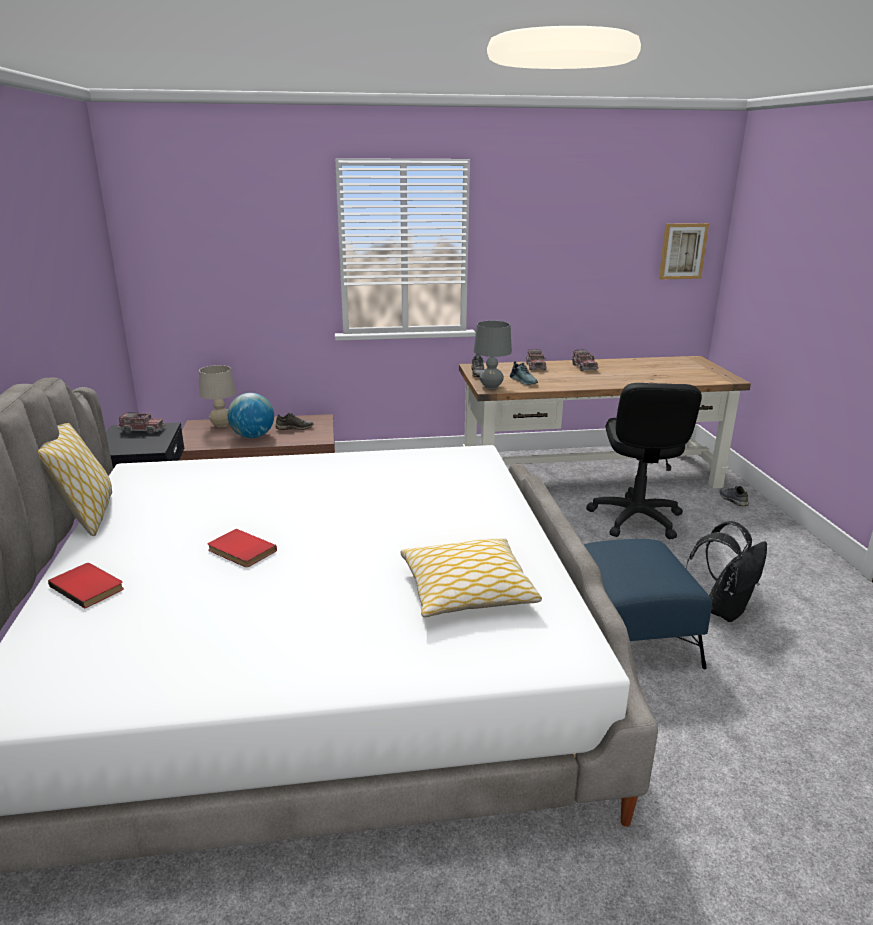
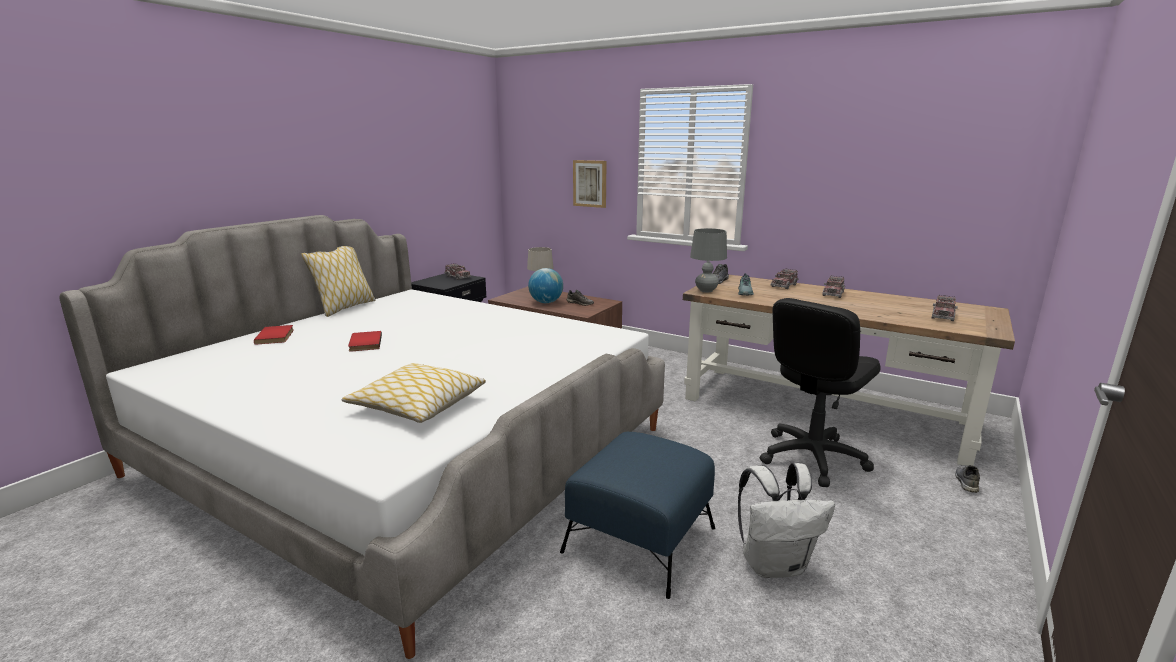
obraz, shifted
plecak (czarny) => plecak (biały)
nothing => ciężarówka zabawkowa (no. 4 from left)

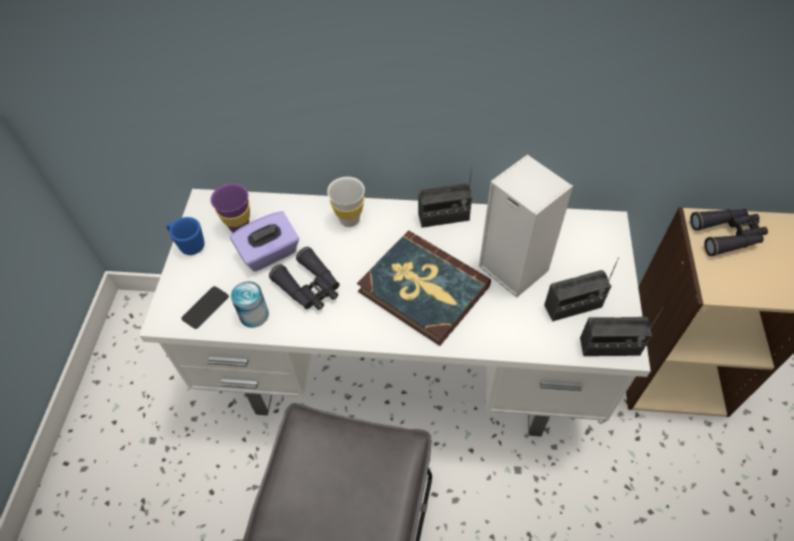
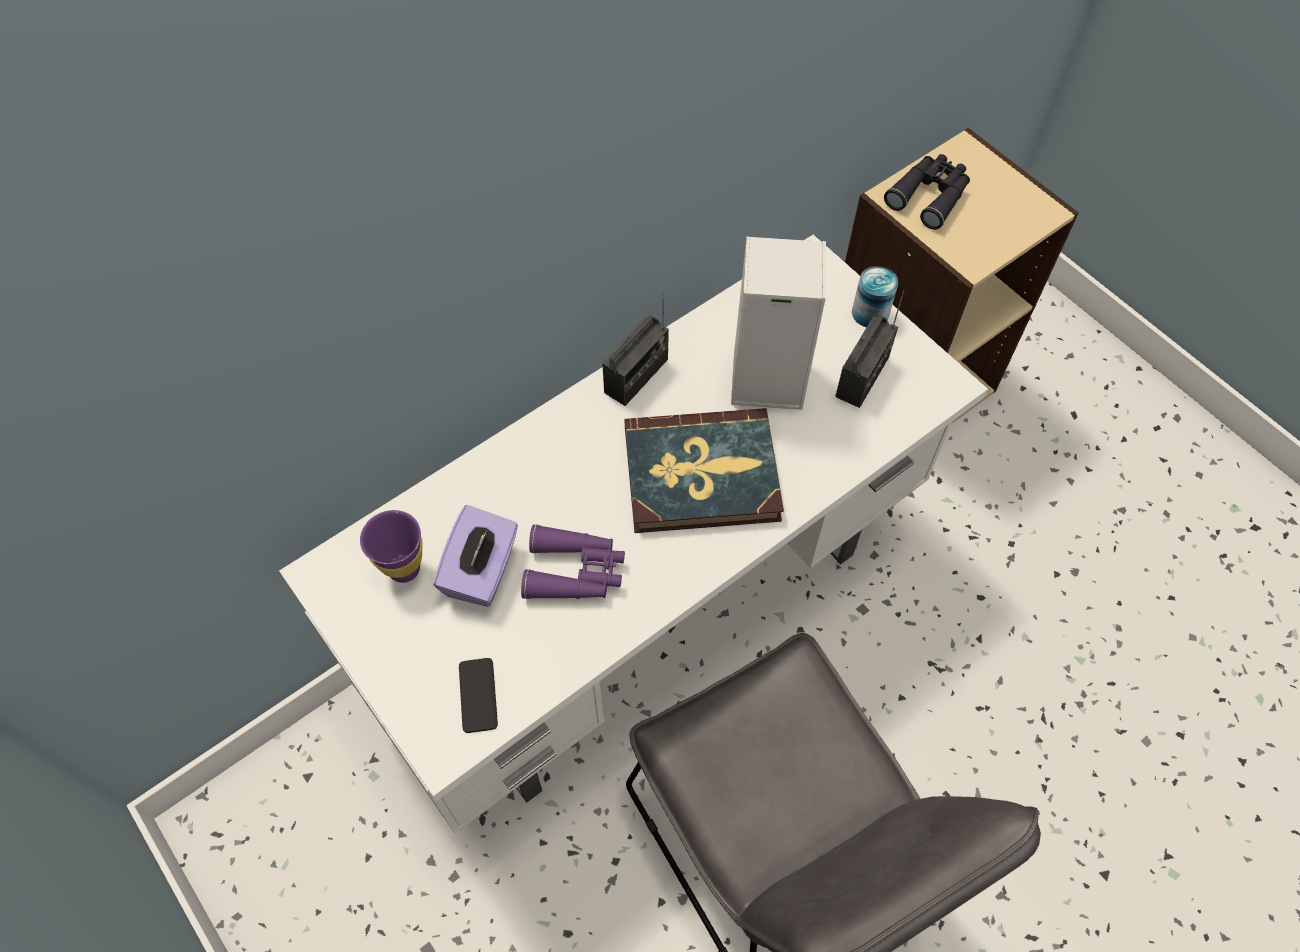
kubek (niebieski) => nothing
puszka, shifted
lornetka (czarny) (no. 1 from left) => lornetka (fioletowy)
filiżanka (biały) => nothing
radio (no. 3 from left) => nothing

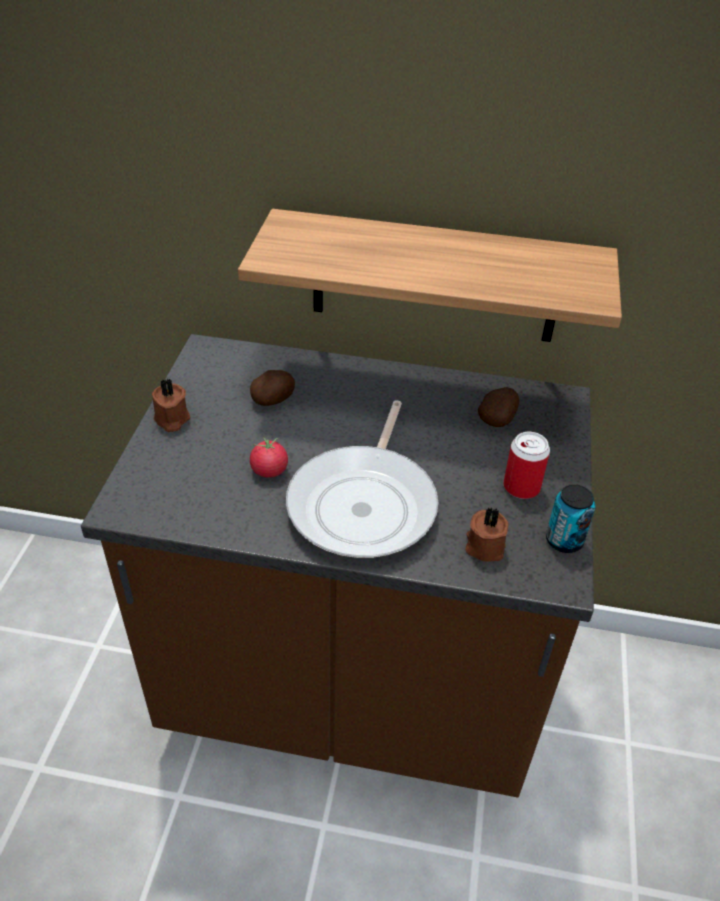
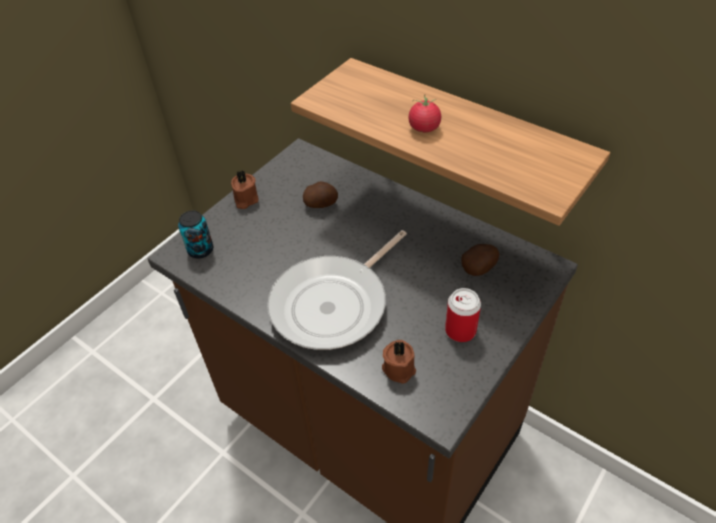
pomidor, shifted
puszka (no. 2 from left in the first image) => puszka (no. 1 from left), shifted

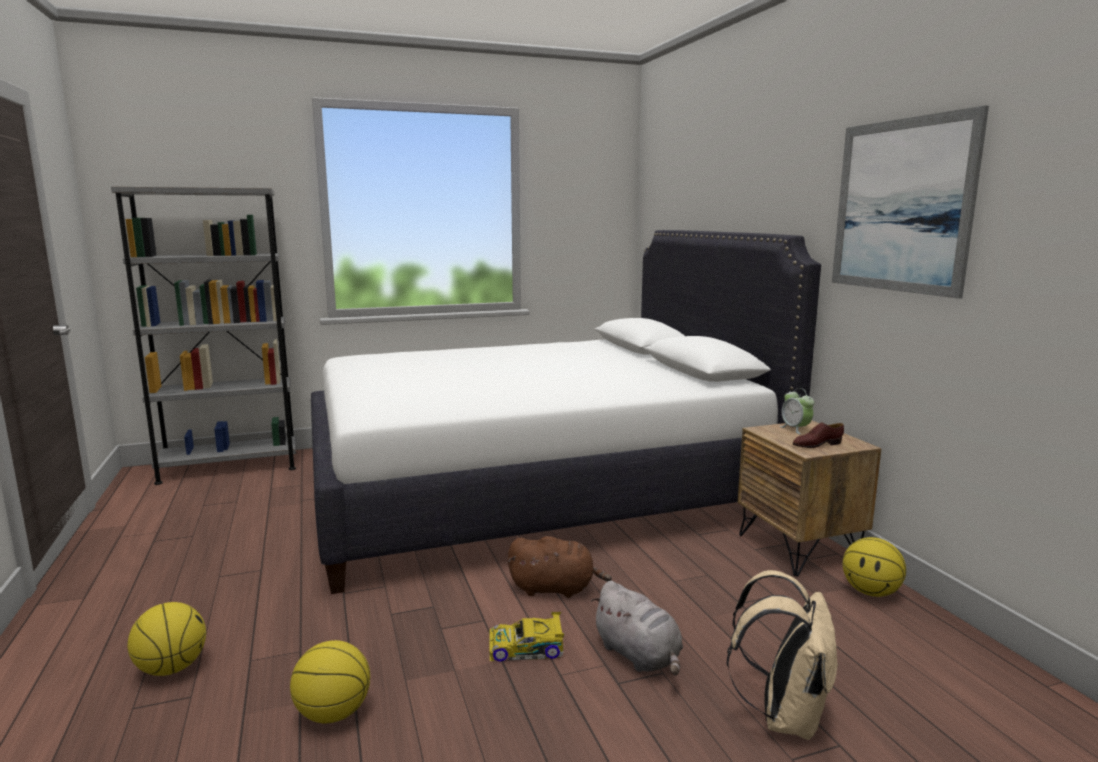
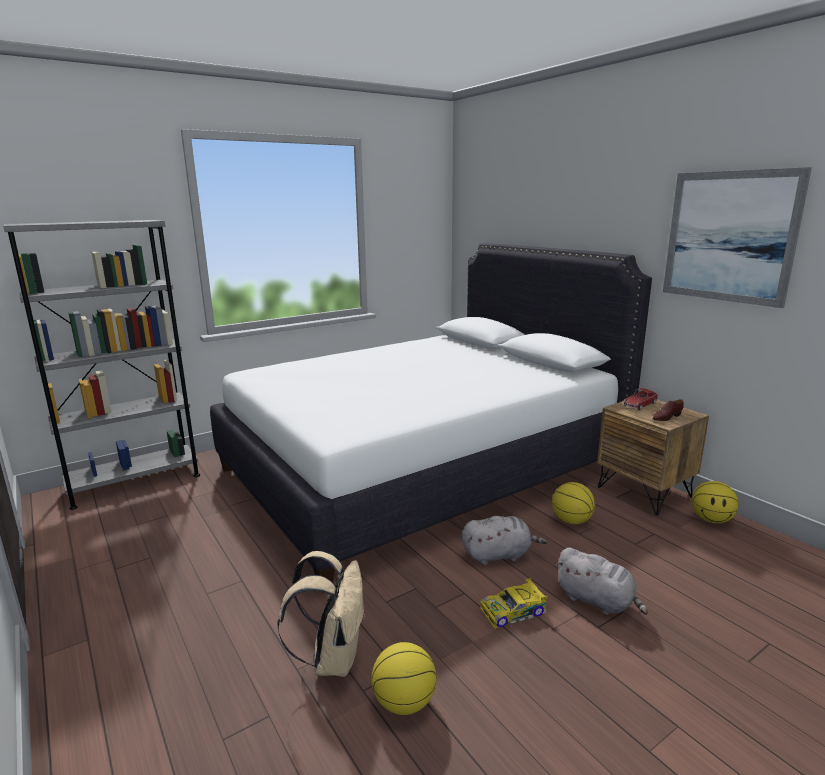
piłka do koszykówki (no. 1 from left in the first image) => piłka do koszykówki (no. 2 from left), shifted
pluszak (brązowy) => pluszak (szary) (no. 1 from left)
plecak (beżowy), shifted
budzik => samochodzik (no. 2 from left)

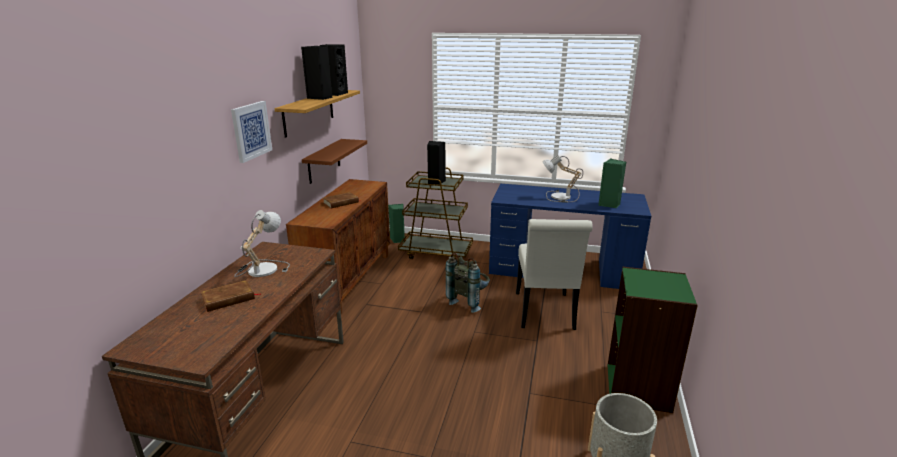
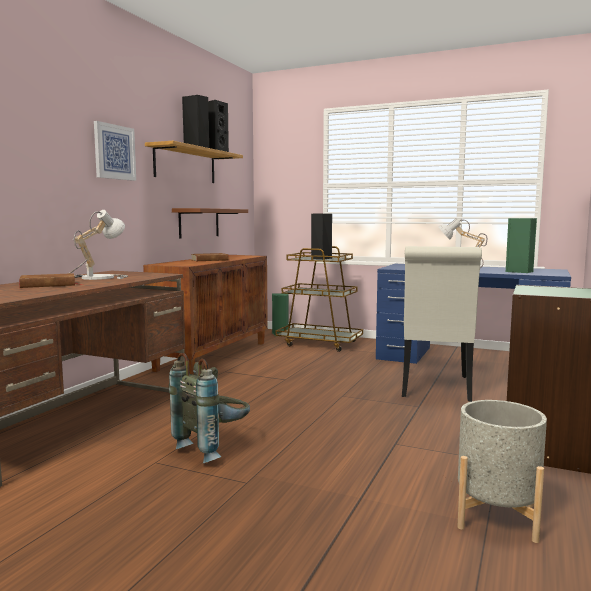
plecak (szary), shifted

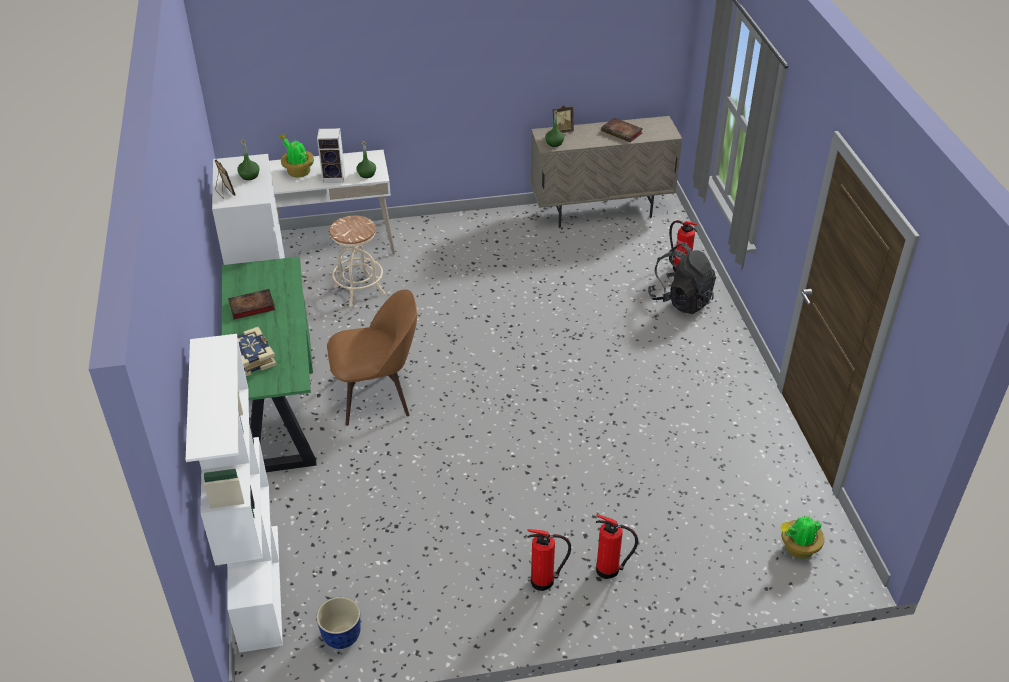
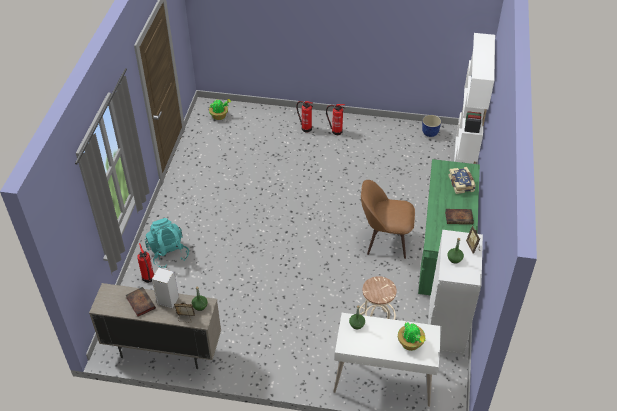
głośnik, shifted
plecak (czarny) => plecak (turkusowy)

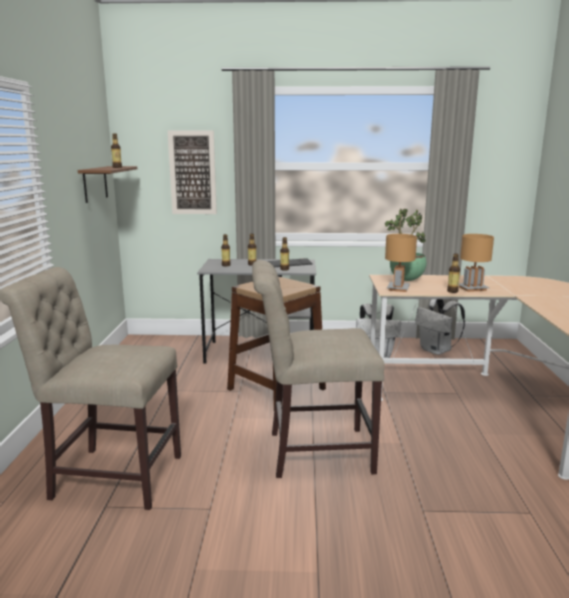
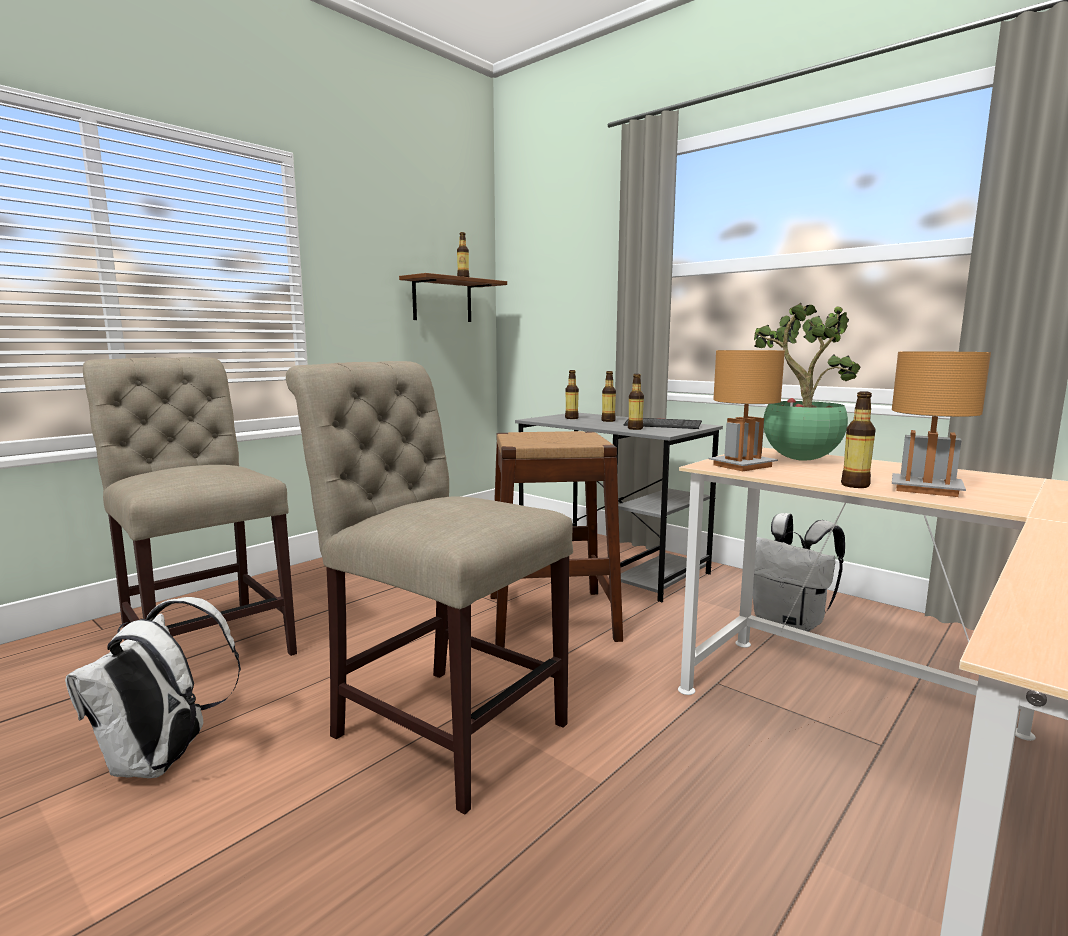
obraz => nothing
plecak (biały) (no. 2 from left in the first image) => plecak (biały) (no. 1 from left), shifted

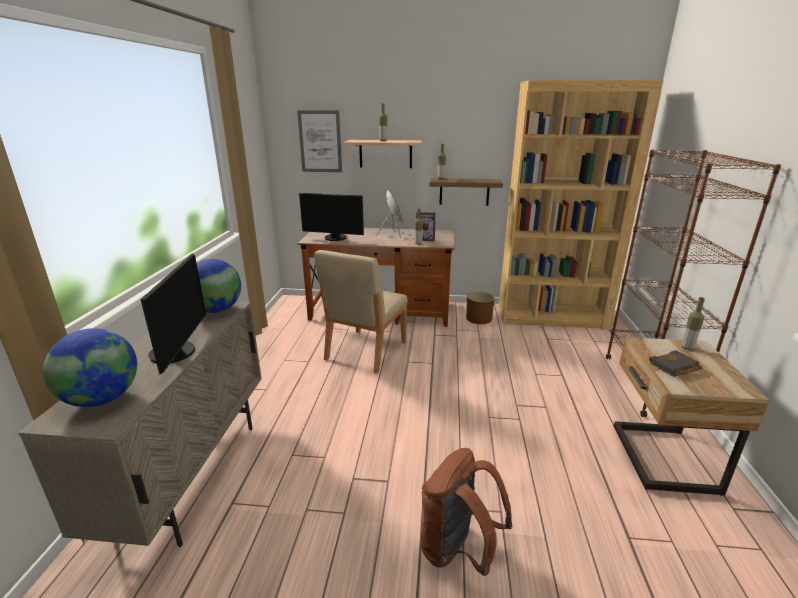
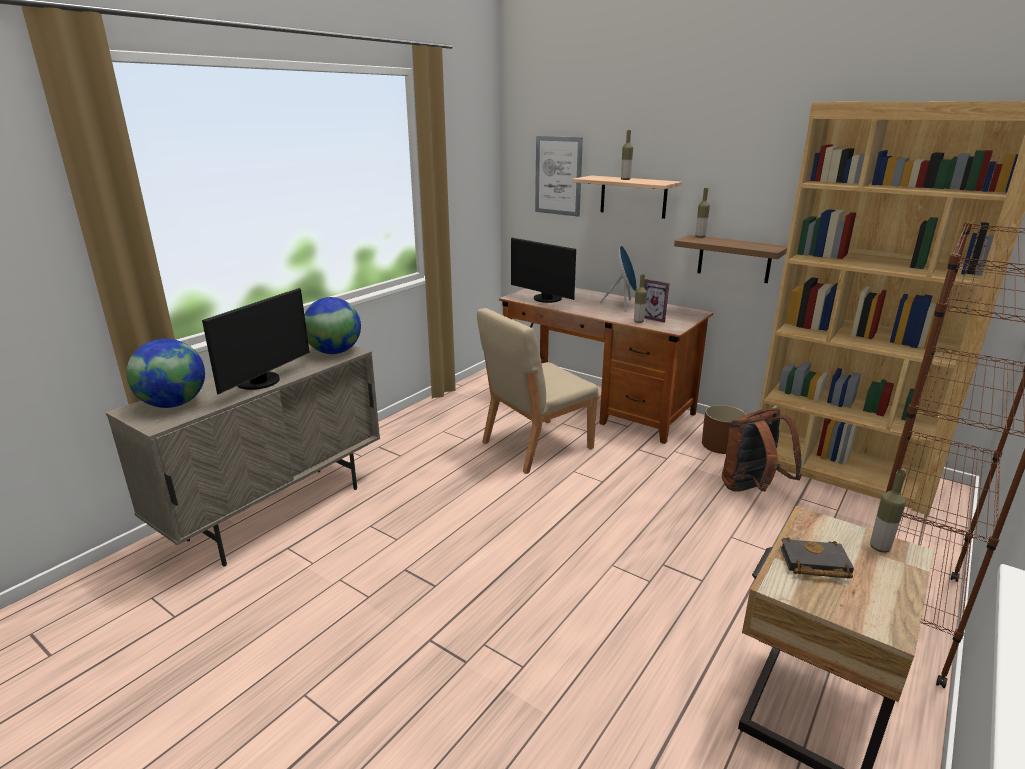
plecak (brązowy), shifted

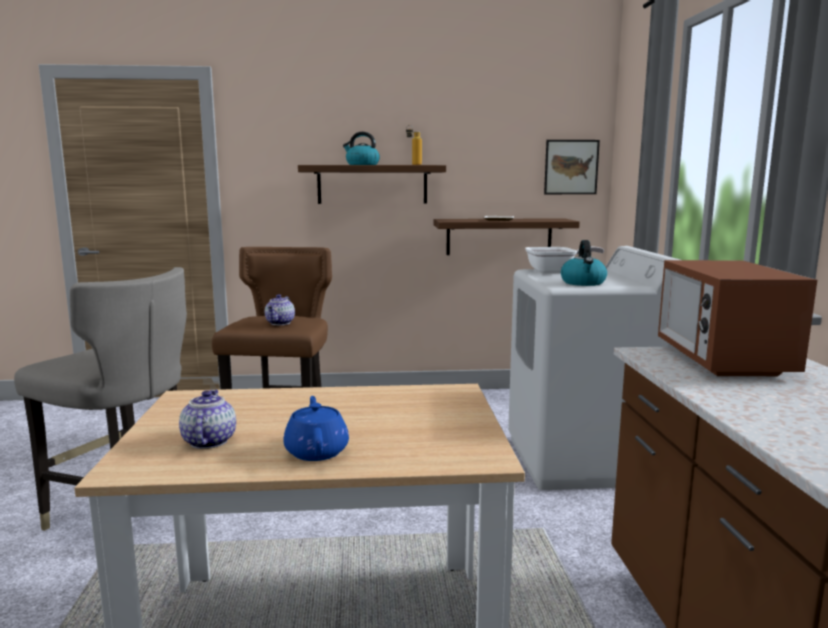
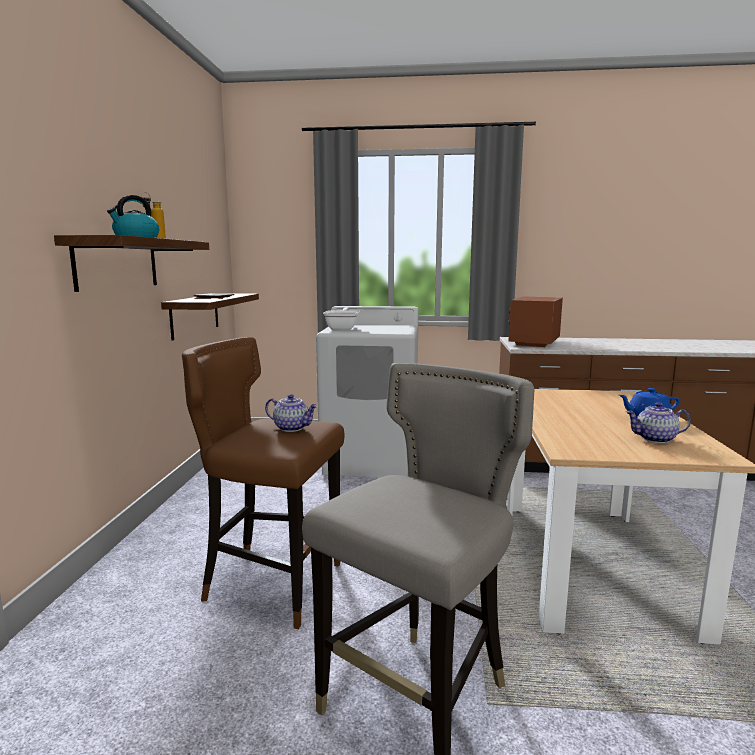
obraz => nothing
czajnik (no. 2 from left) => nothing
mikrofalówka, 105 degrees clockwise

